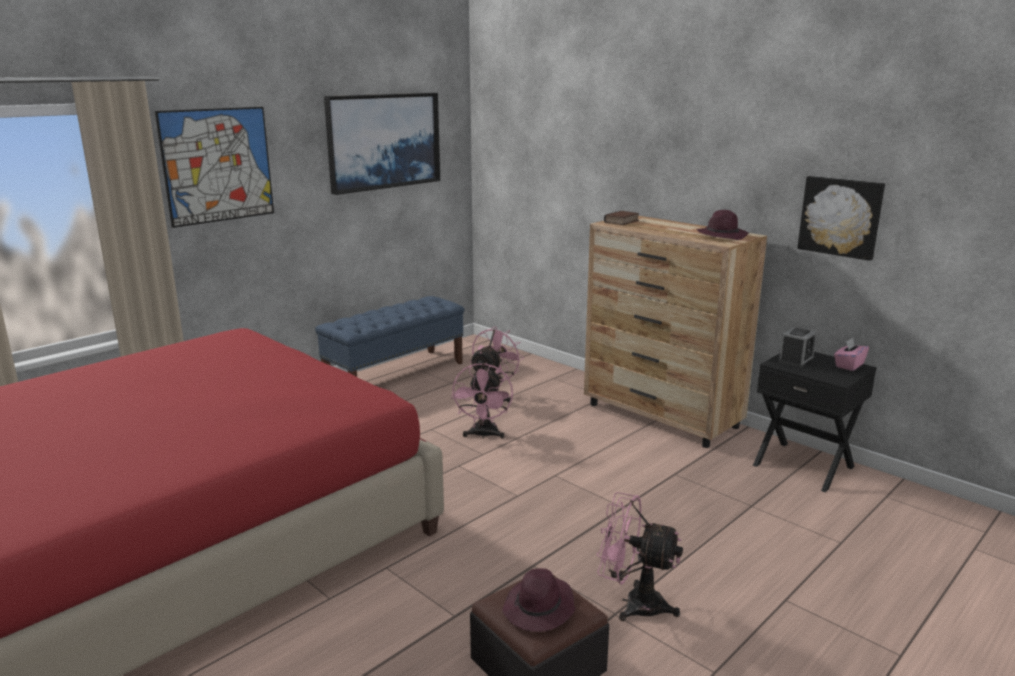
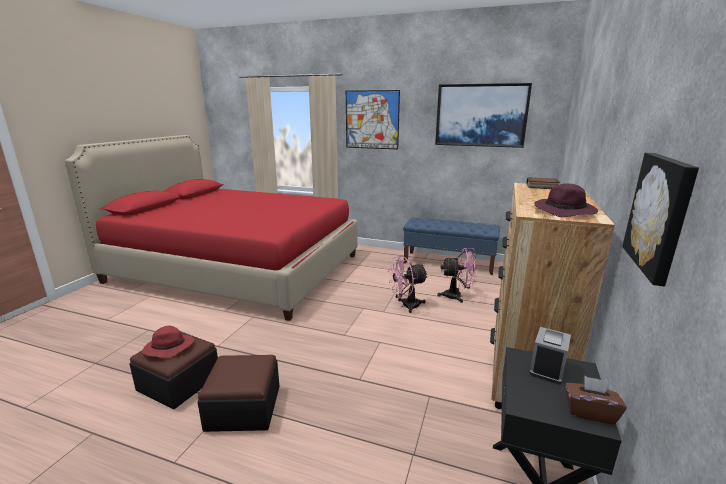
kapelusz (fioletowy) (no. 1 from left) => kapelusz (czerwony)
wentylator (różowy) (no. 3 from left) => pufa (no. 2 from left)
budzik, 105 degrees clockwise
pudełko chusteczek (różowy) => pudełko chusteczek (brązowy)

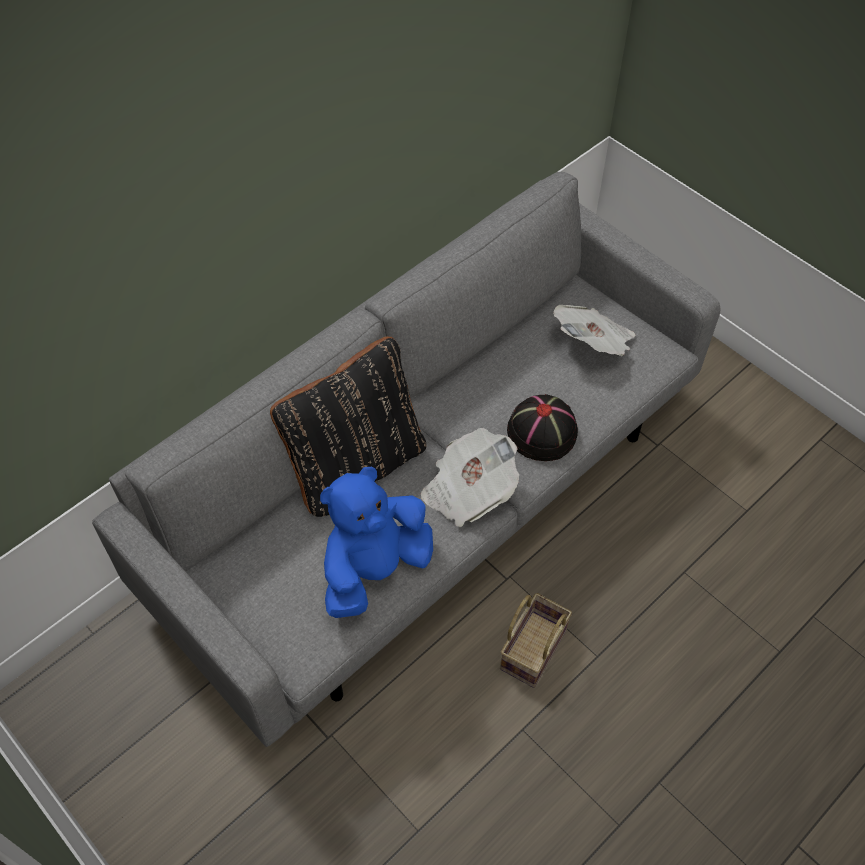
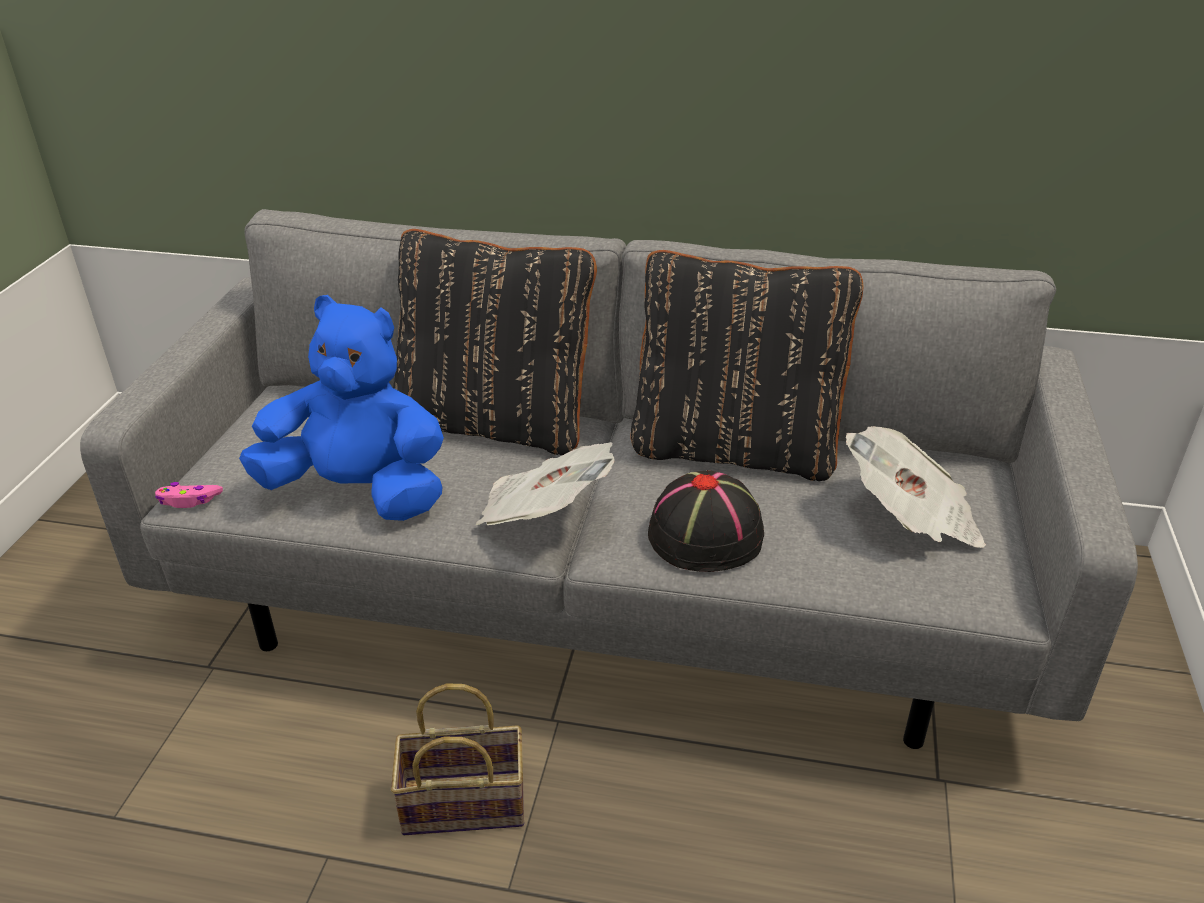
nothing => pad do gier (różowy)
nothing => poduszka (czarny) (no. 2 from left)

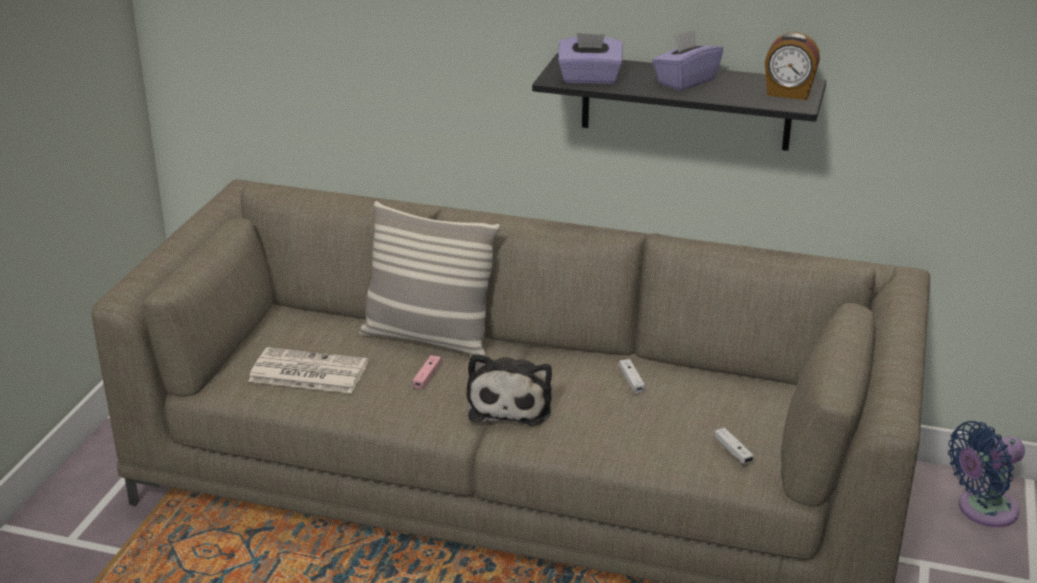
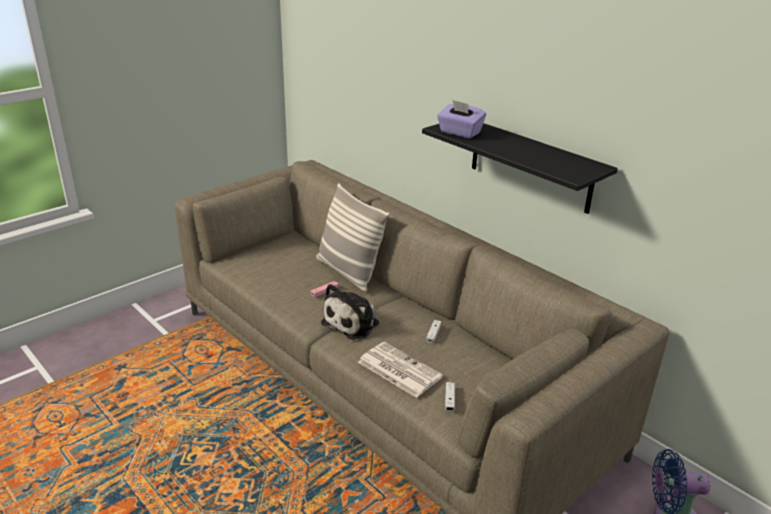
gazeta, shifted
pudełko chusteczek (fioletowy) (no. 2 from left) => nothing
budzik => nothing

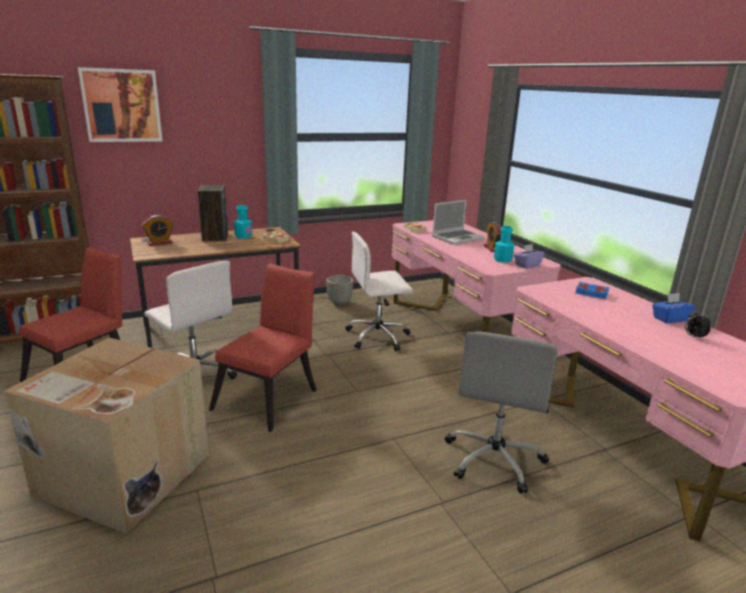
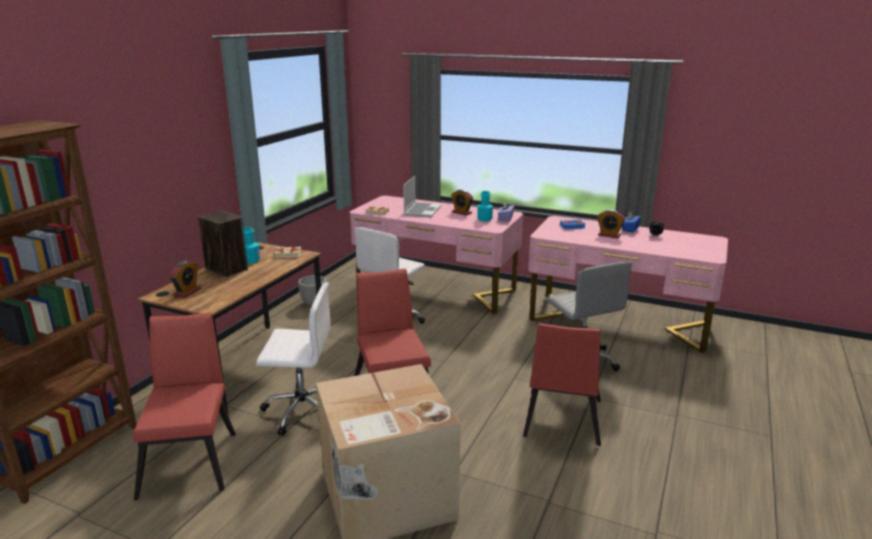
obraz => nothing
nothing => krzesło (czerwony) (no. 3 from left)
nothing => budzik (no. 3 from left)

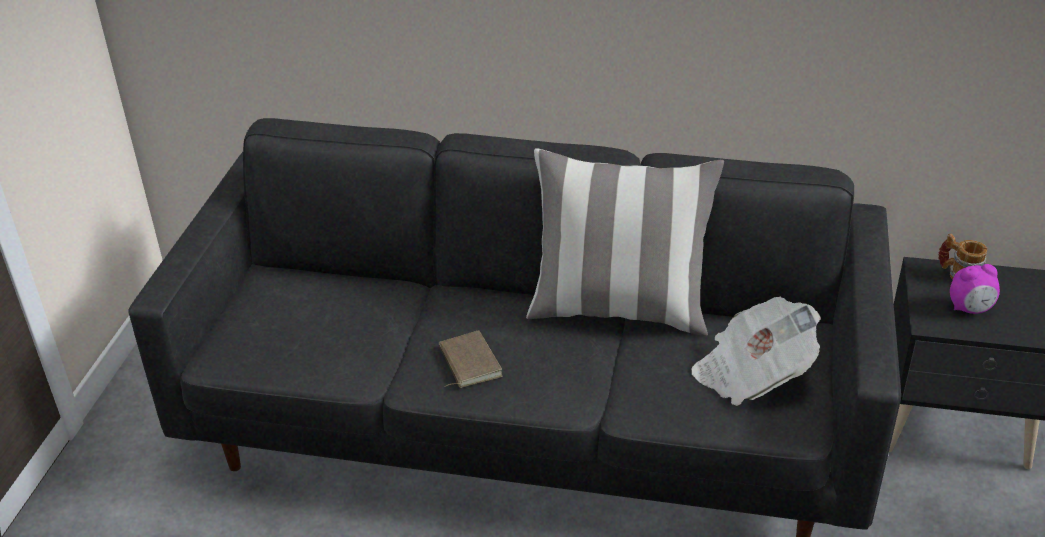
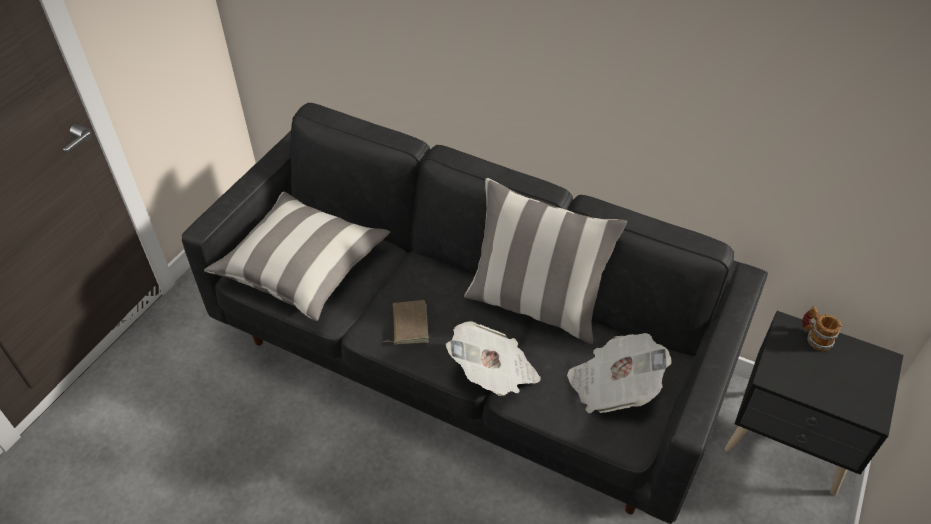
budzik => nothing
nothing => poduszka (no. 1 from left)
nothing => gazeta (no. 1 from left)

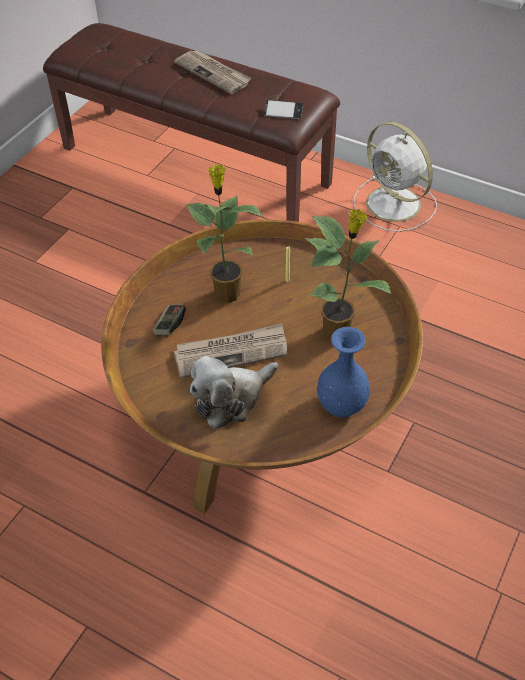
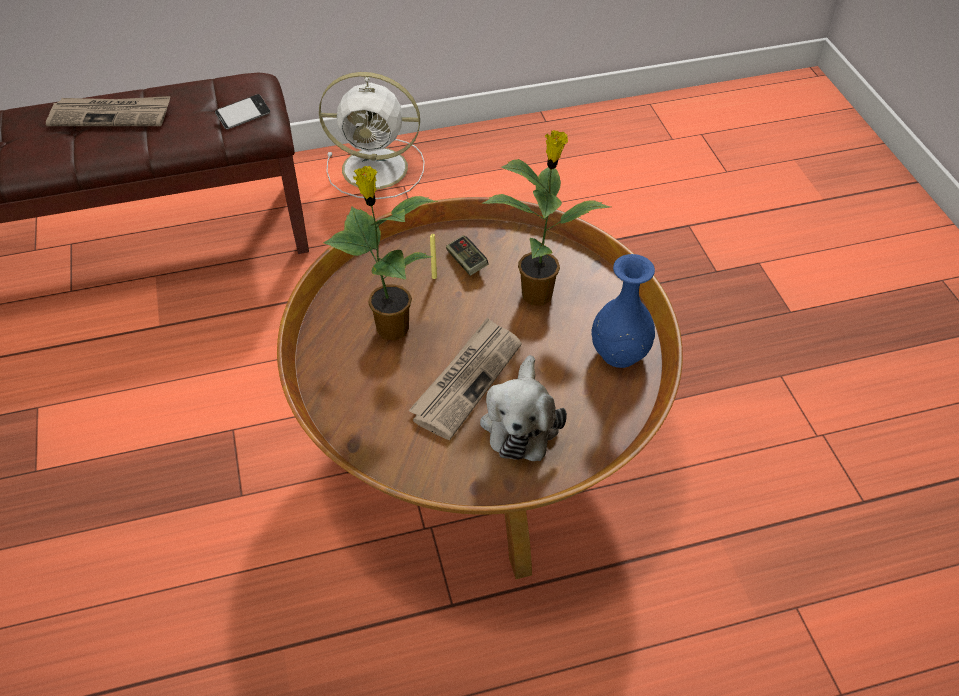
pad do gier, shifted

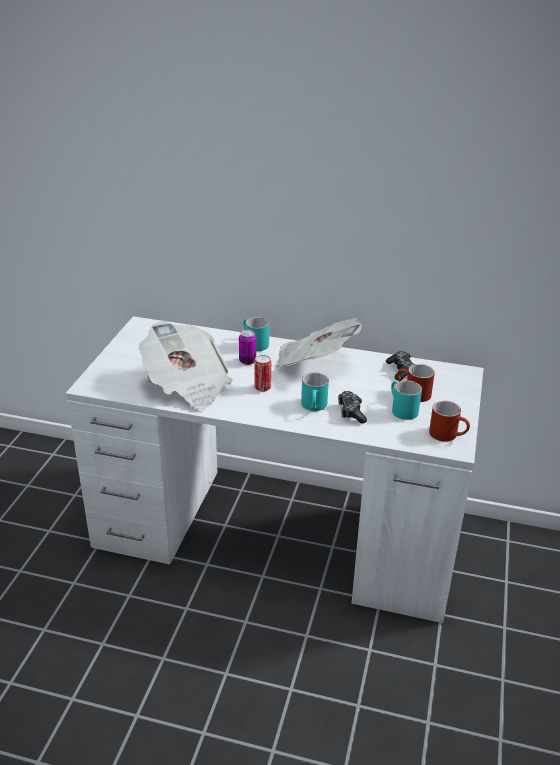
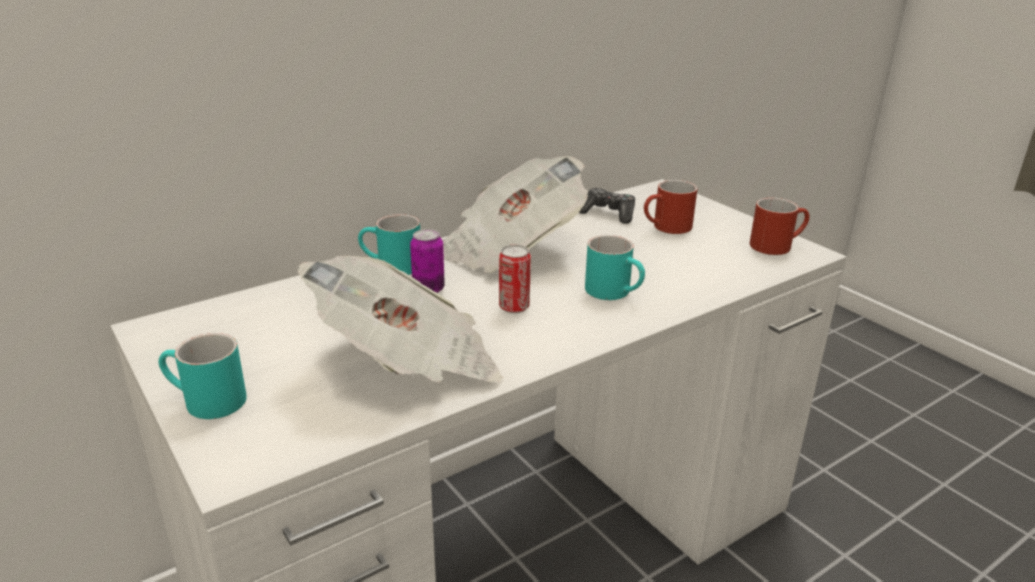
pad do gier (no. 1 from left) => nothing
kubek (turkusowy) (no. 3 from left in the first image) => kubek (turkusowy) (no. 1 from left), shifted

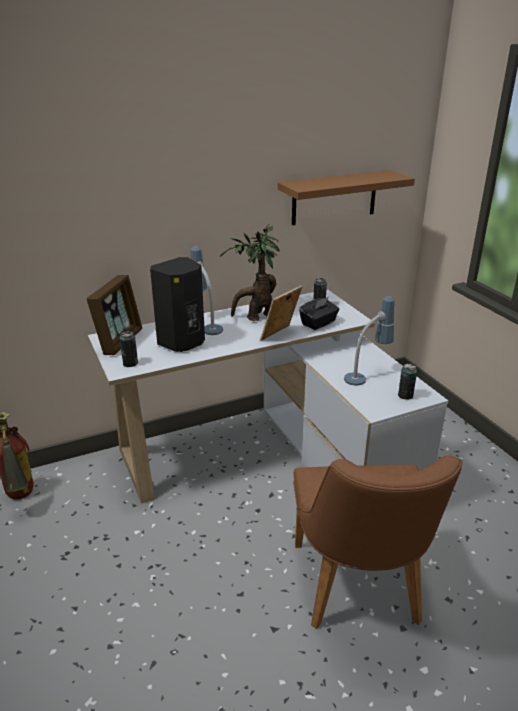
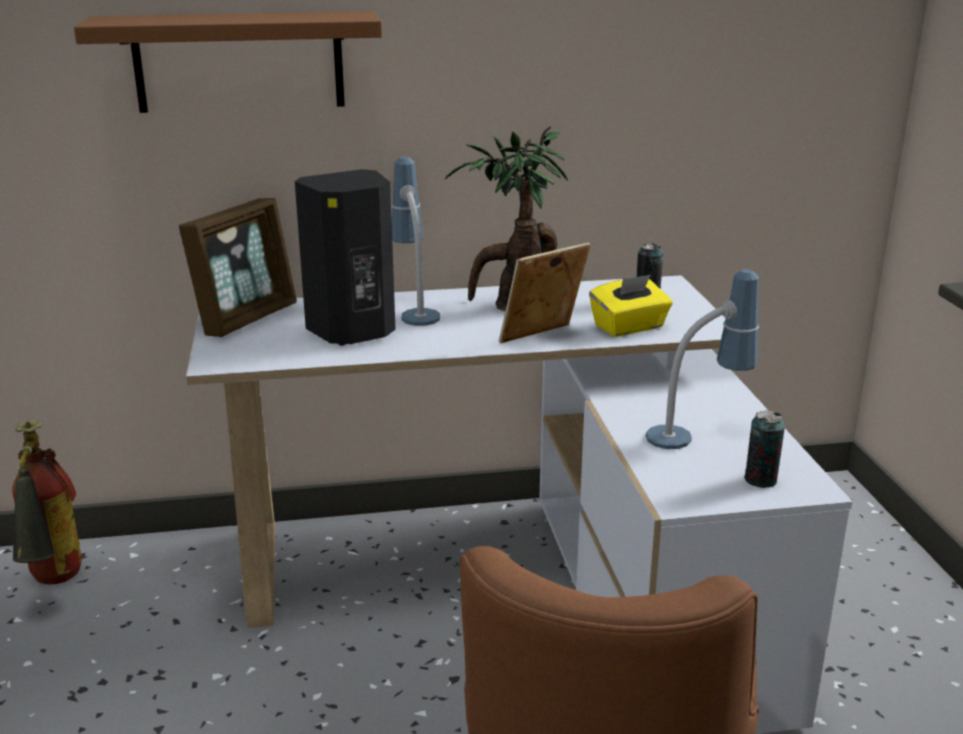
puszka (no. 1 from left) => nothing
półka (brązowy), shifted
pudełko chusteczek (czarny) => pudełko chusteczek (żółty)

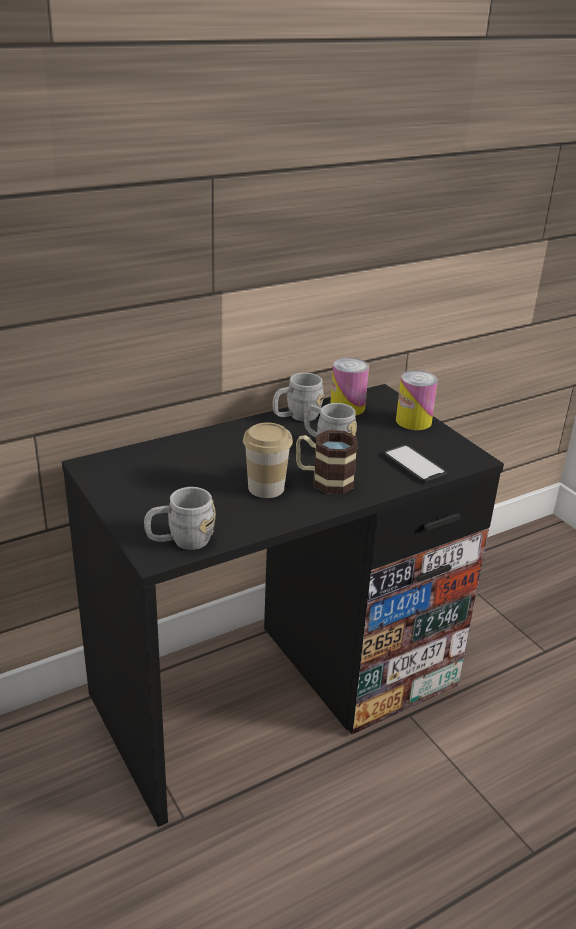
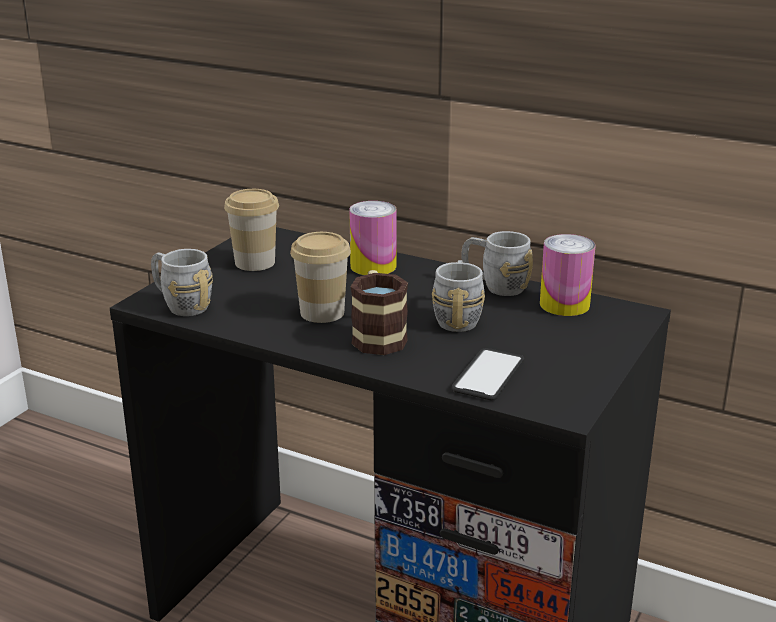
puszka (no. 2 from left in the first image) => puszka (no. 1 from left), shifted
nothing => filiżanka (no. 1 from left)

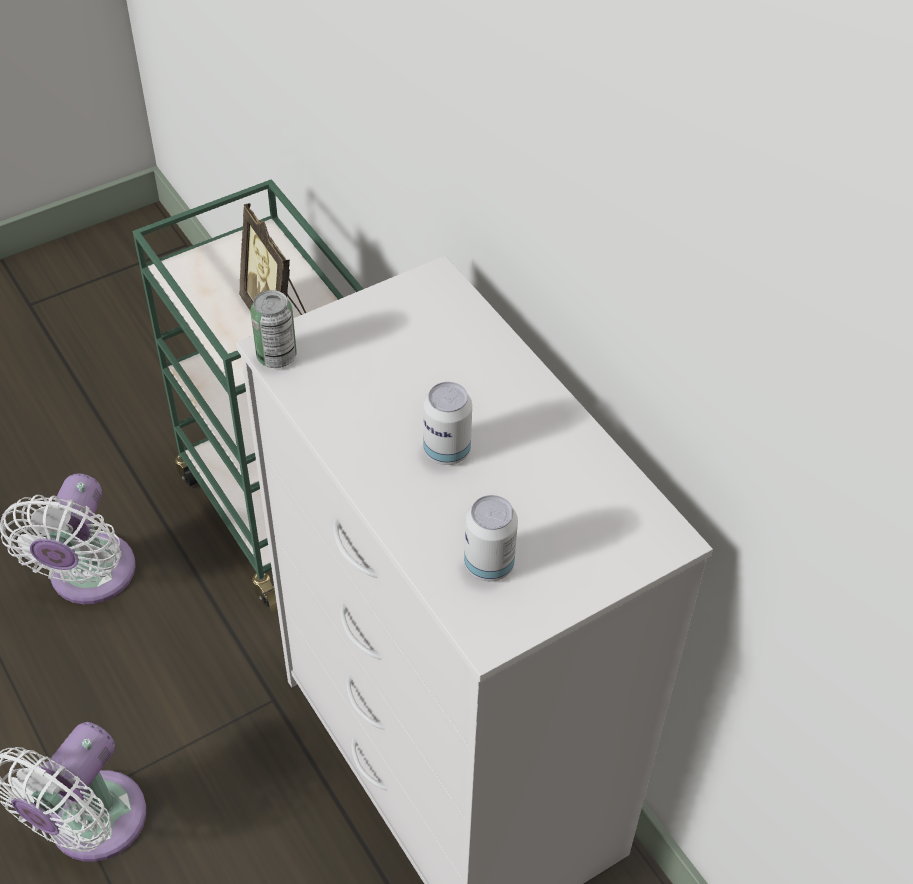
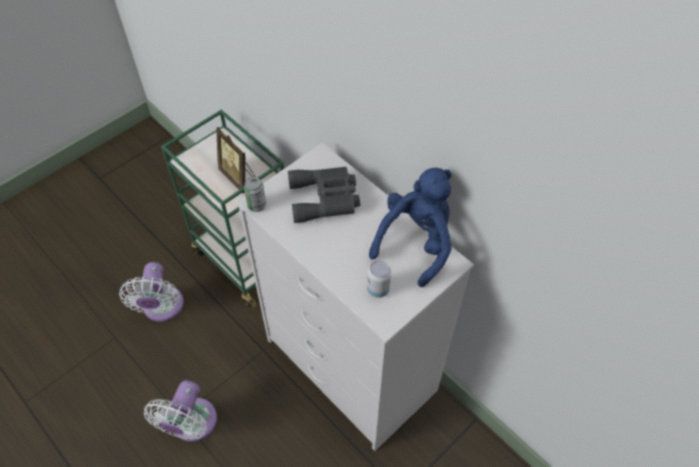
puszka (no. 2 from left) => nothing
nothing => lornetka (szary)
nothing => pluszak (niebieski)

